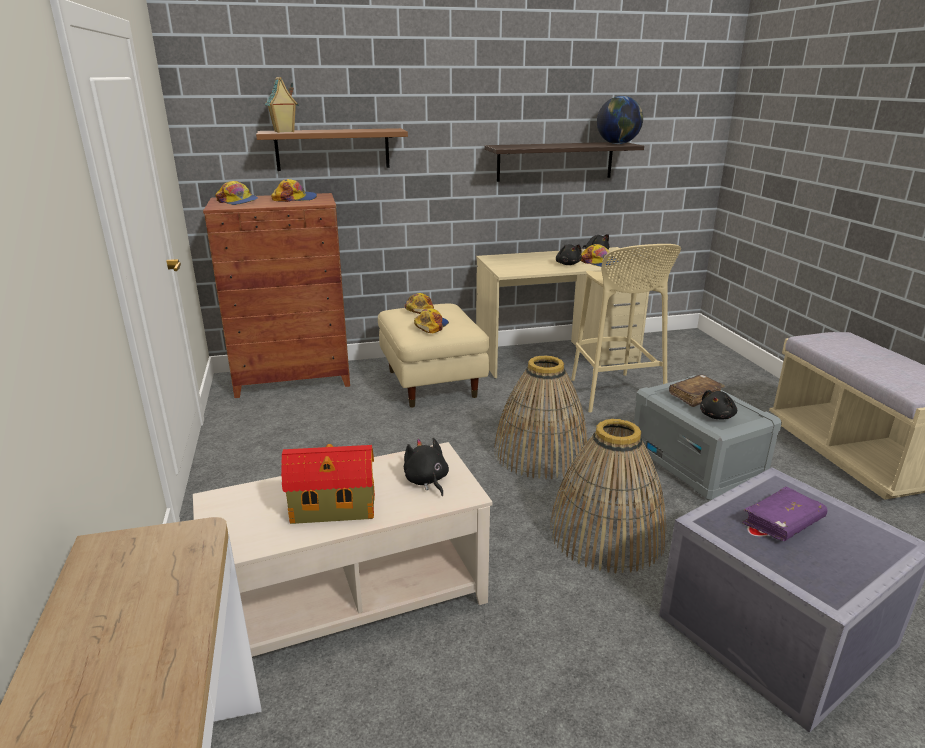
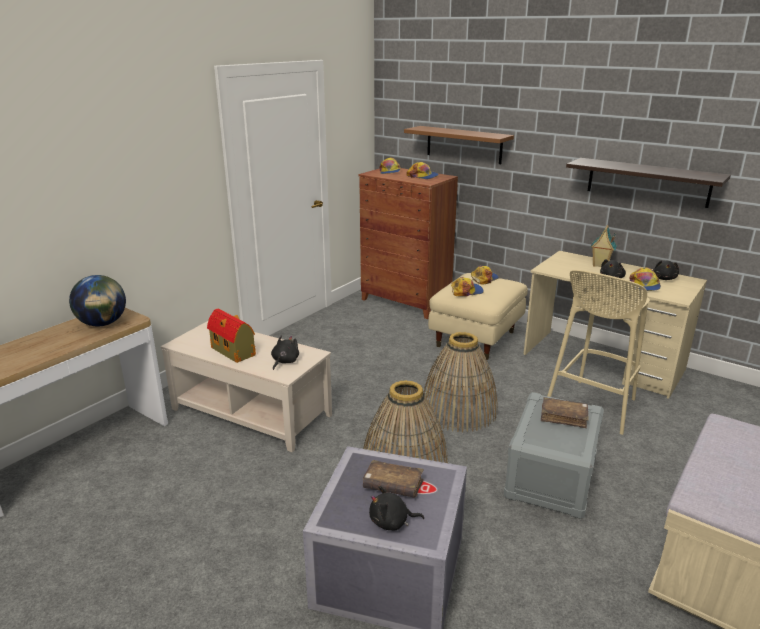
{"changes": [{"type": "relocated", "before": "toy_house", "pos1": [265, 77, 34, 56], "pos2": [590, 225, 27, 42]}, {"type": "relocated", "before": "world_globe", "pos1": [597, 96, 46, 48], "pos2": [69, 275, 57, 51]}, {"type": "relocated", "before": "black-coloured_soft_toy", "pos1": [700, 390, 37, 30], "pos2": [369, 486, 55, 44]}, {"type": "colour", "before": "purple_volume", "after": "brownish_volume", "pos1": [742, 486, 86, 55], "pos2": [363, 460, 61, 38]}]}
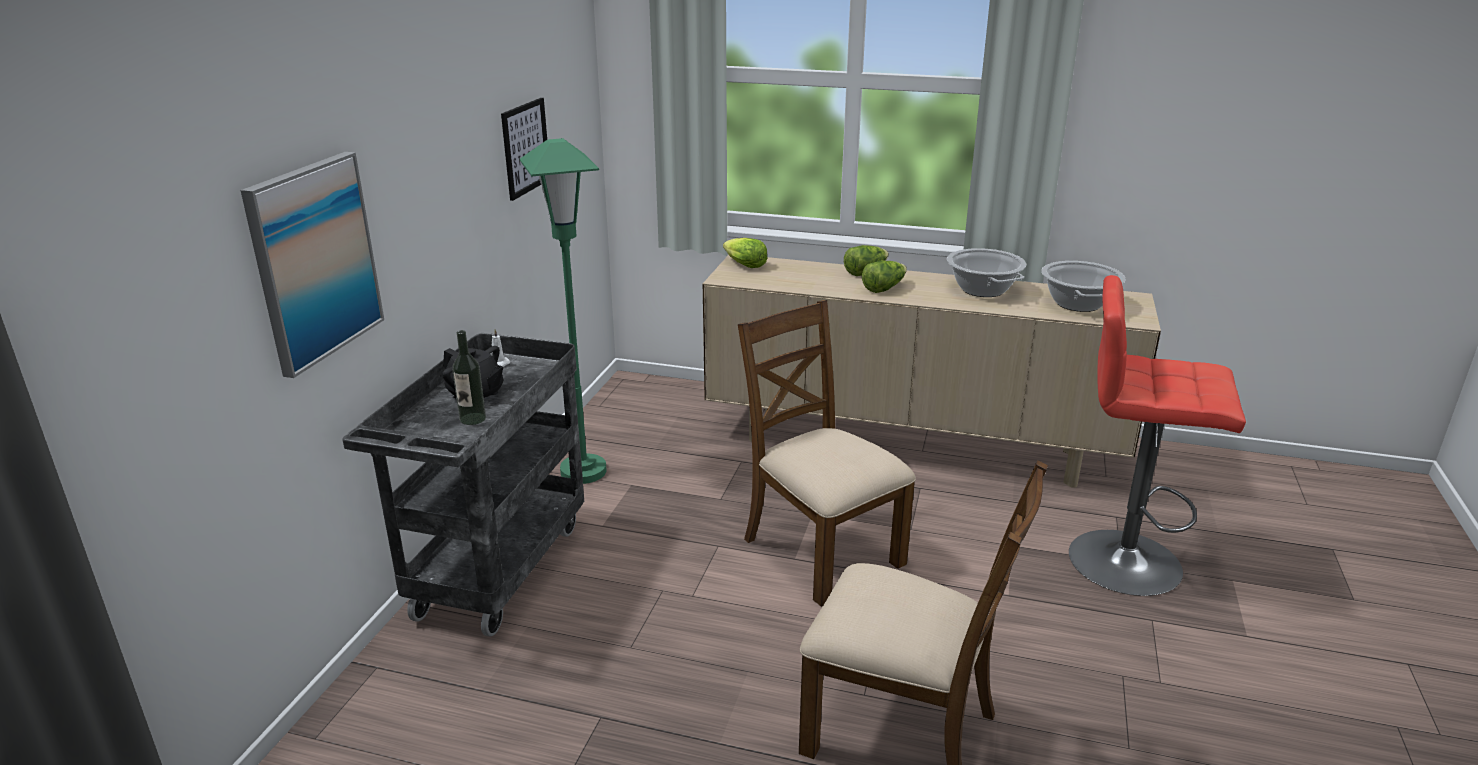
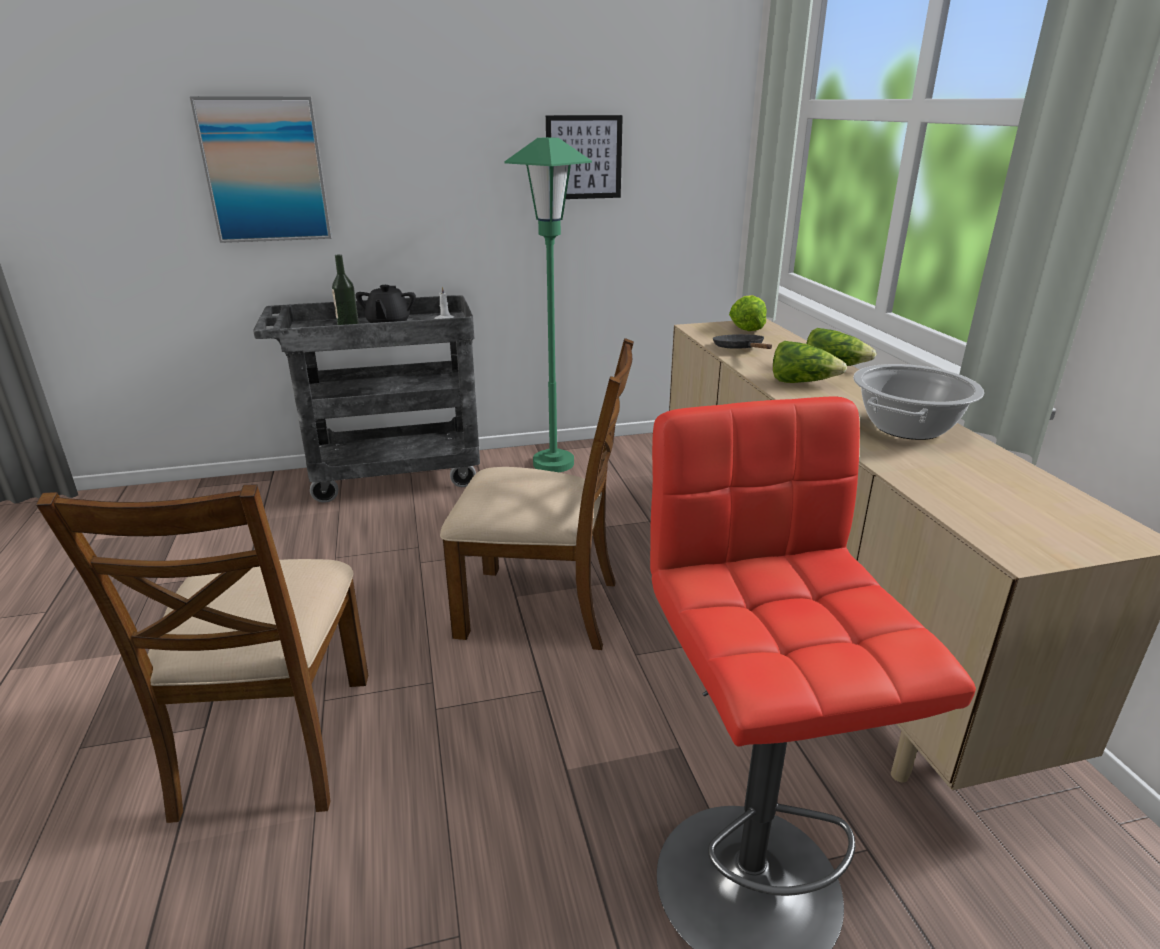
{"changes": [{"type": "missing", "before": "cooking_pot", "pos1": [1041, 261, 85, 51]}, {"type": "appeared", "after": "black-coloured_skillet", "pos2": [713, 334, 59, 15]}, {"type": "spun", "before": "brownish_chair", "pos1": [738, 300, 178, 307], "pos2": [440, 338, 194, 312], "turn": 75}]}
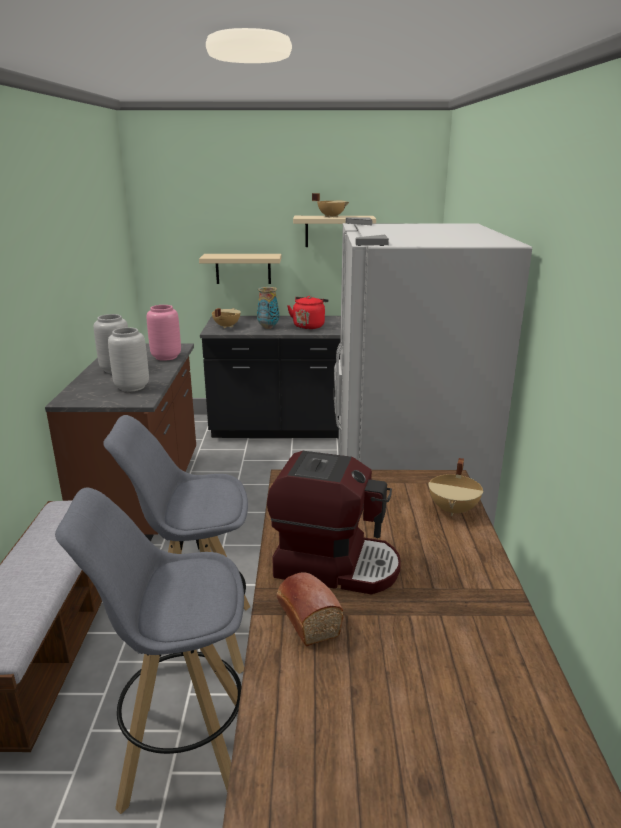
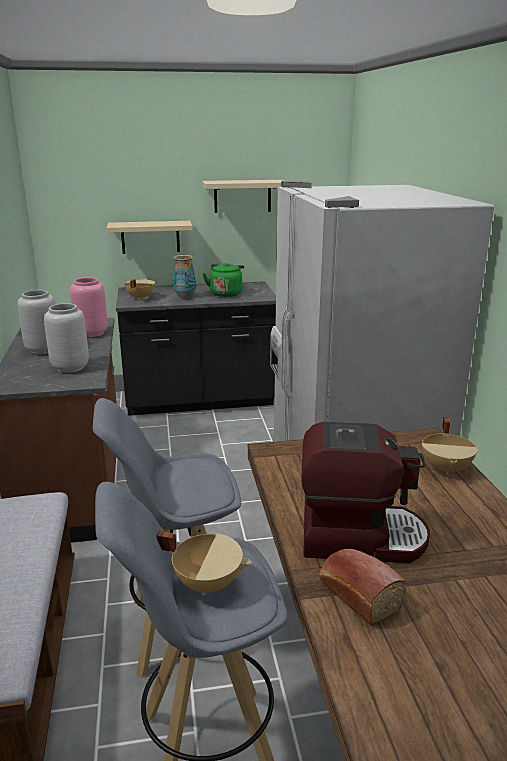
{"changes": [{"type": "relocated", "before": "beige-coloured_cooking_pot", "pos1": [312, 193, 37, 25], "pos2": [157, 531, 94, 65]}, {"type": "colour", "before": "red-coloured_tea_kettle", "after": "greenish_tea_kettle", "pos1": [287, 296, 42, 33], "pos2": [203, 263, 41, 34]}]}
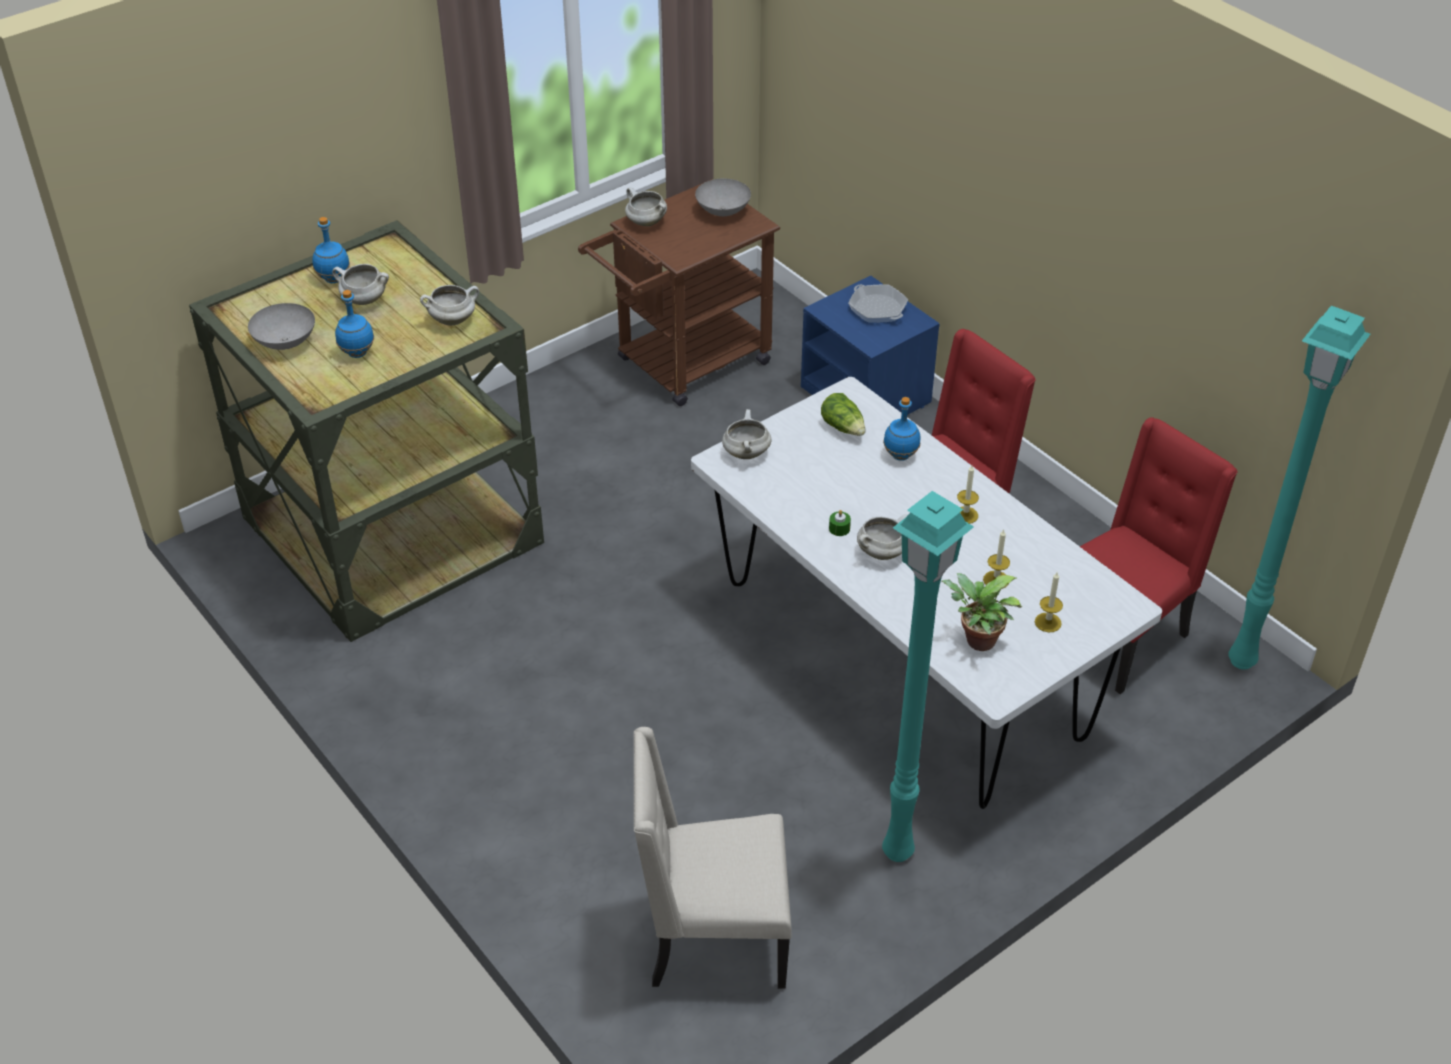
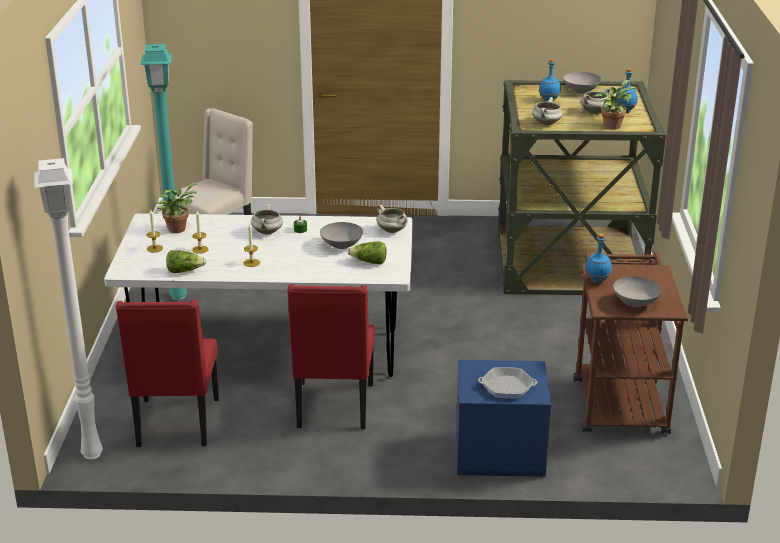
{"changes": [{"type": "missing", "before": "white_cooking_pot", "pos1": [625, 187, 42, 39]}, {"type": "appeared", "after": "head_of_lettuce", "pos2": [166, 250, 41, 23]}, {"type": "appeared", "after": "gray_deep_dish", "pos2": [320, 222, 43, 27]}, {"type": "appeared", "after": "houseplant", "pos2": [594, 80, 41, 50]}, {"type": "relocated", "before": "blue_bottle", "pos1": [883, 397, 38, 64], "pos2": [585, 234, 27, 50]}, {"type": "colour", "before": "blue-green_standard_lamp", "after": "white_standard_lamp", "pos1": [1228, 306, 142, 364], "pos2": [34, 158, 69, 302]}]}
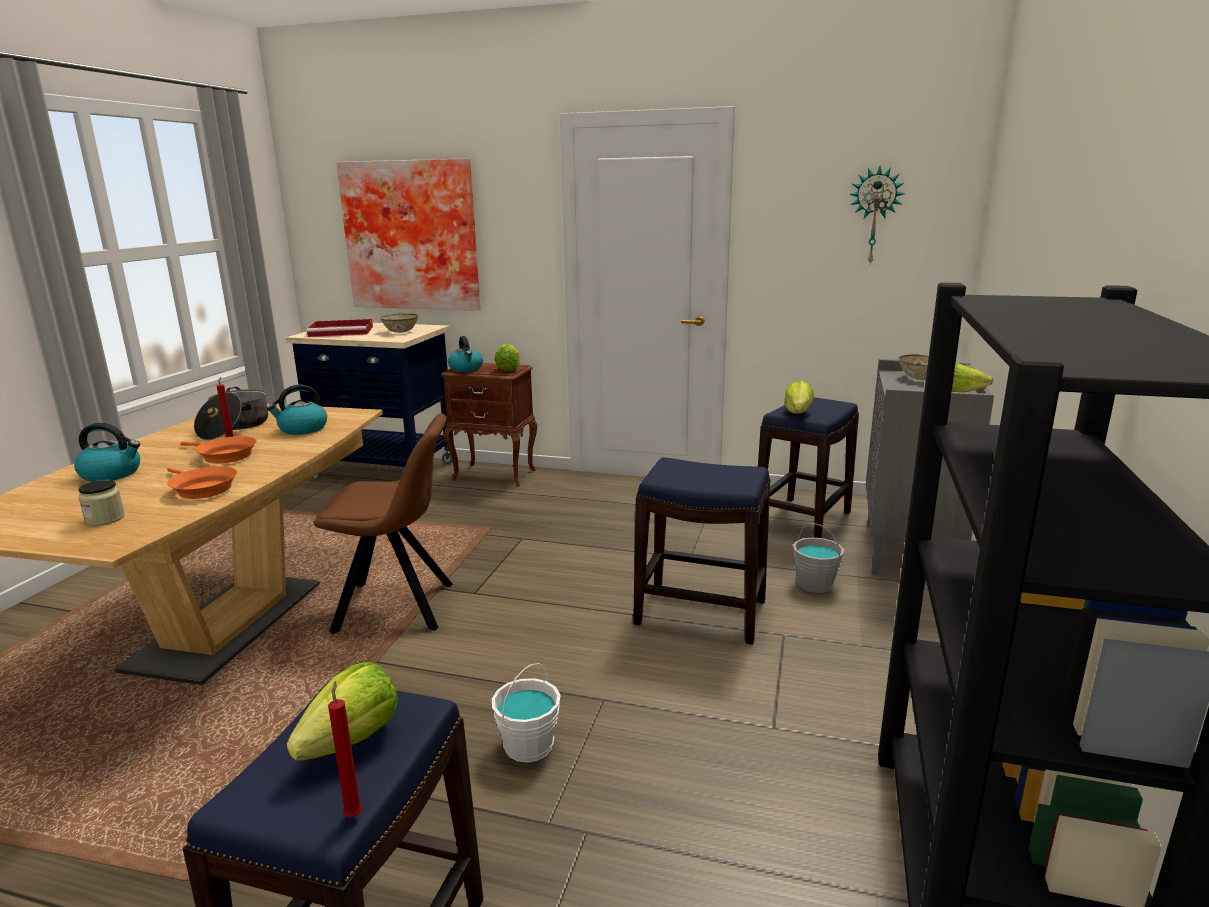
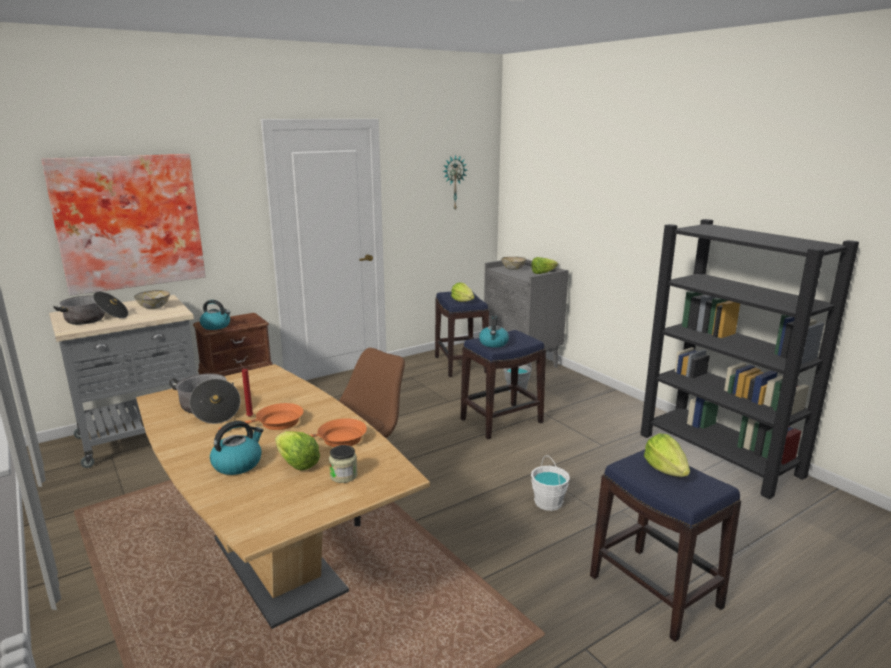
{"changes": [{"type": "missing", "before": "red-coloured_candle", "pos1": [328, 681, 35, 136]}, {"type": "relocated", "before": "tea_kettle", "pos1": [267, 384, 60, 51], "pos2": [479, 316, 30, 32]}, {"type": "relocated", "before": "head_of_lettuce", "pos1": [494, 344, 26, 27], "pos2": [275, 431, 45, 40]}, {"type": "exchanged", "before": "red-coloured_carrying_tray", "after": "cooking_pot", "pos1": [307, 319, 66, 18], "pos2": [53, 292, 75, 33]}, {"type": "colour", "before": "blue_cart", "after": "gray_cart", "pos1": [286, 323, 168, 157], "pos2": [49, 295, 148, 173]}]}
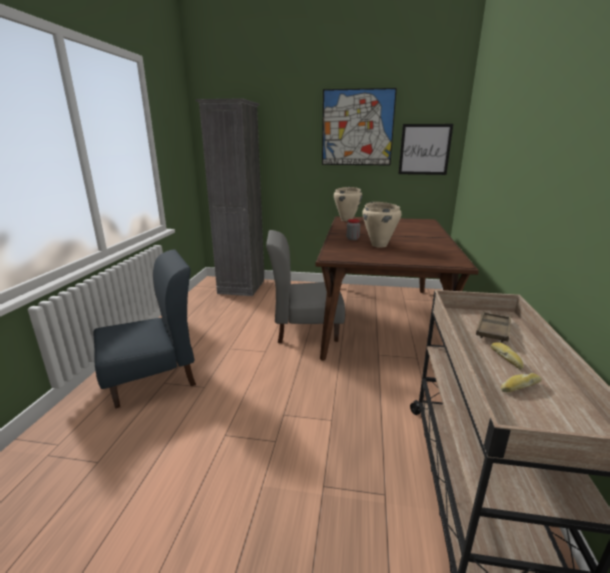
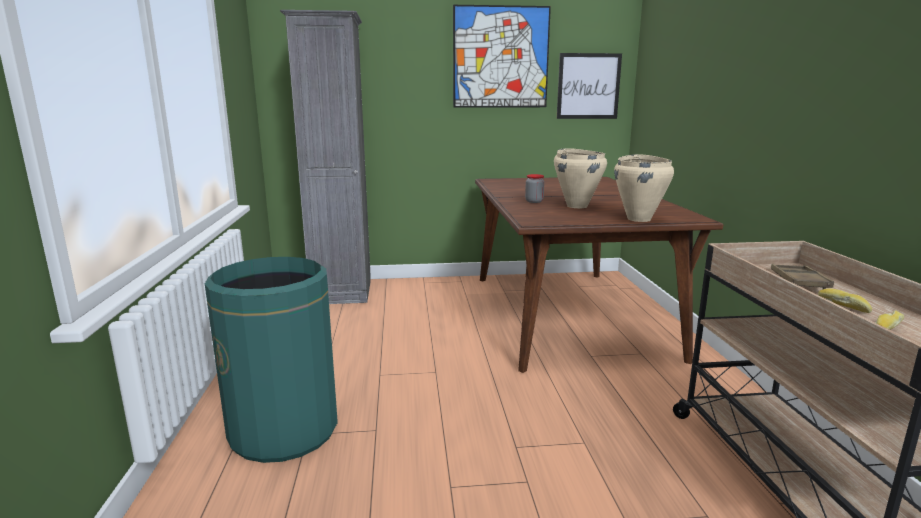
{"changes": [{"type": "missing", "before": "gray_chair", "pos1": [266, 230, 79, 113]}, {"type": "relocated", "before": "beige-coloured_cooking_pot", "pos1": [334, 187, 28, 34], "pos2": [614, 154, 60, 68]}, {"type": "exchanged", "before": "blue_chair", "after": "greenish_trash_can", "pos1": [94, 249, 102, 160], "pos2": [205, 257, 133, 206]}]}
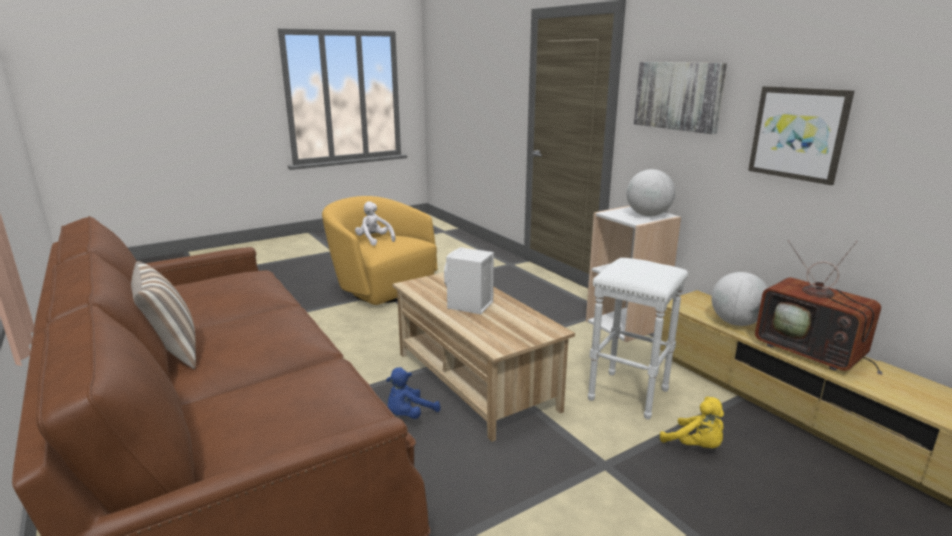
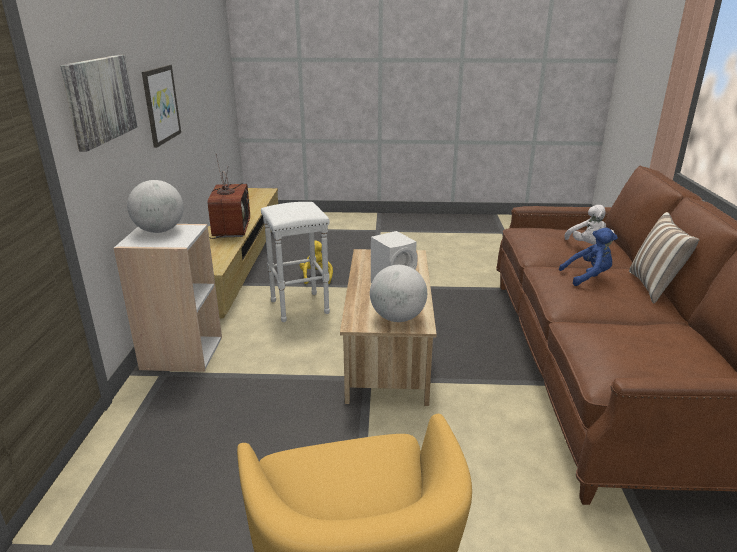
{"changes": [{"type": "relocated", "before": "white_soft_toy", "pos1": [355, 201, 41, 45], "pos2": [564, 205, 51, 39]}, {"type": "relocated", "before": "blue_soft_toy", "pos1": [386, 367, 55, 52], "pos2": [559, 228, 59, 58]}, {"type": "relocated", "before": "world_globe", "pos1": [711, 272, 57, 54], "pos2": [370, 265, 57, 57]}]}
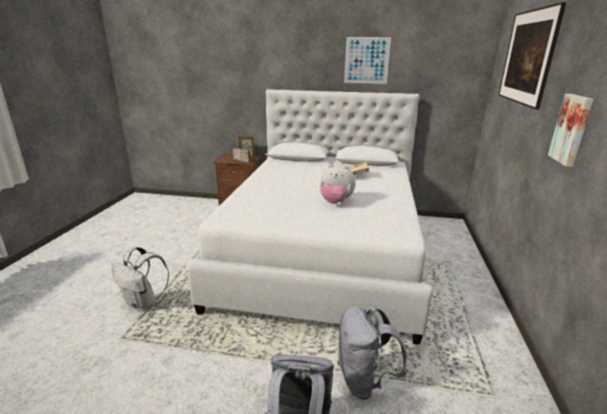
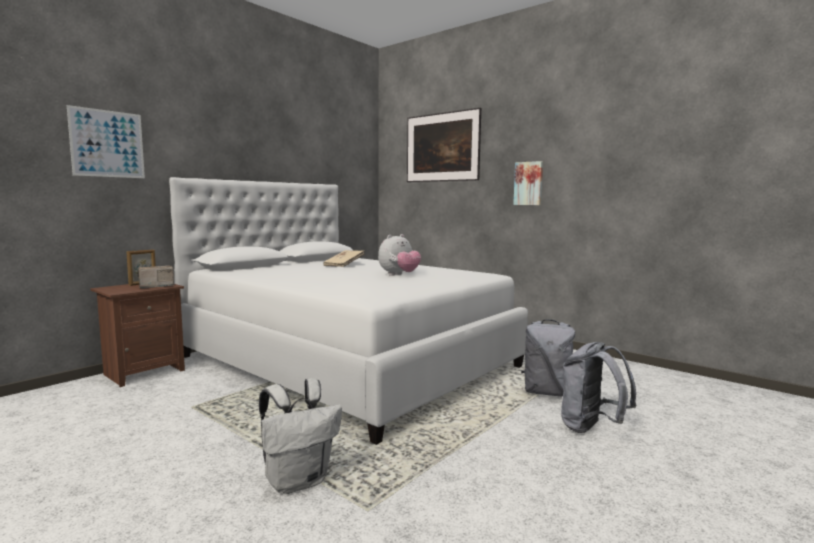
{"changes": [{"type": "relocated", "before": "wall_art", "pos1": [344, 37, 47, 47], "pos2": [67, 105, 78, 73]}]}
